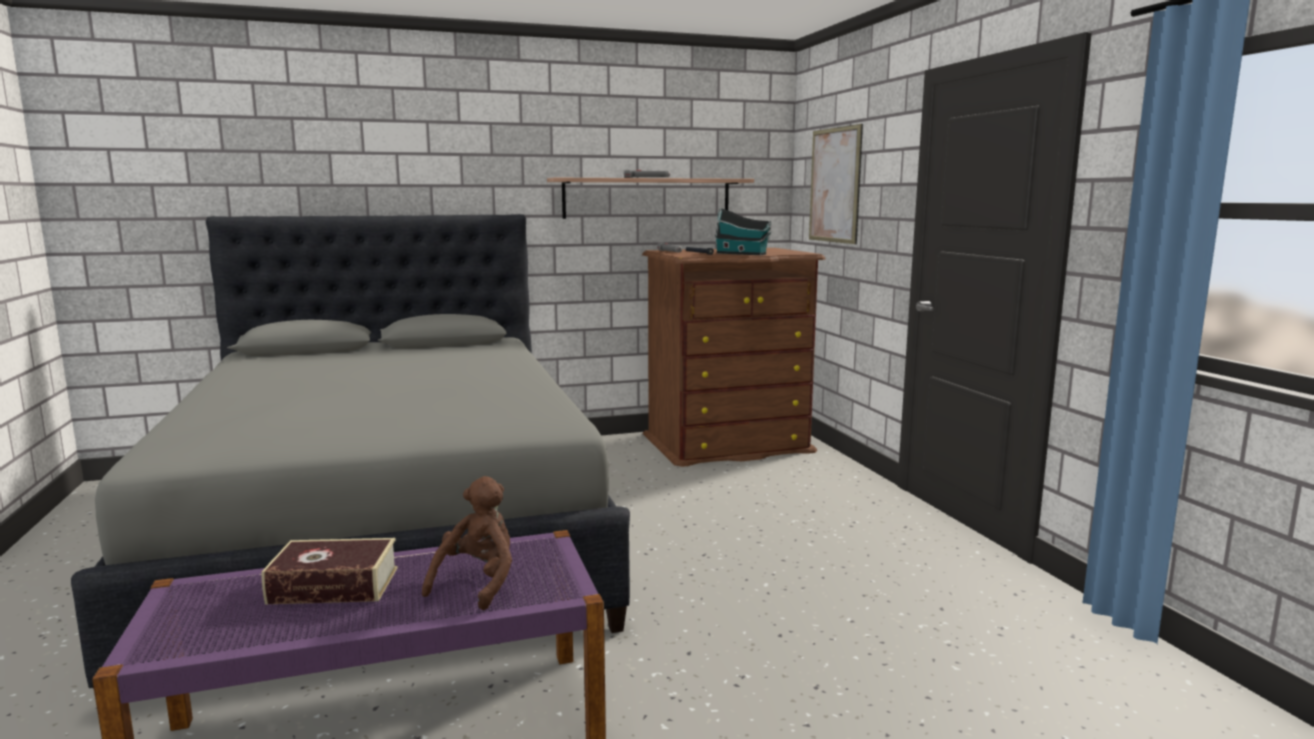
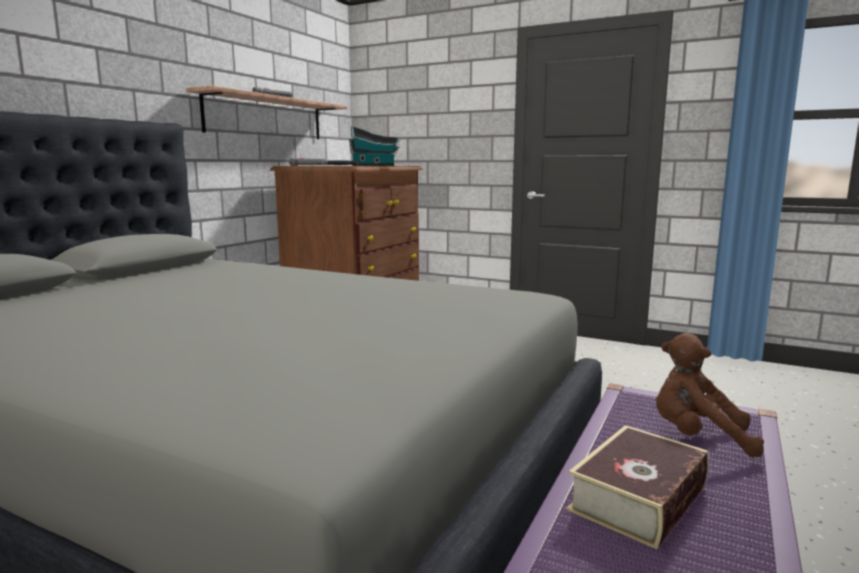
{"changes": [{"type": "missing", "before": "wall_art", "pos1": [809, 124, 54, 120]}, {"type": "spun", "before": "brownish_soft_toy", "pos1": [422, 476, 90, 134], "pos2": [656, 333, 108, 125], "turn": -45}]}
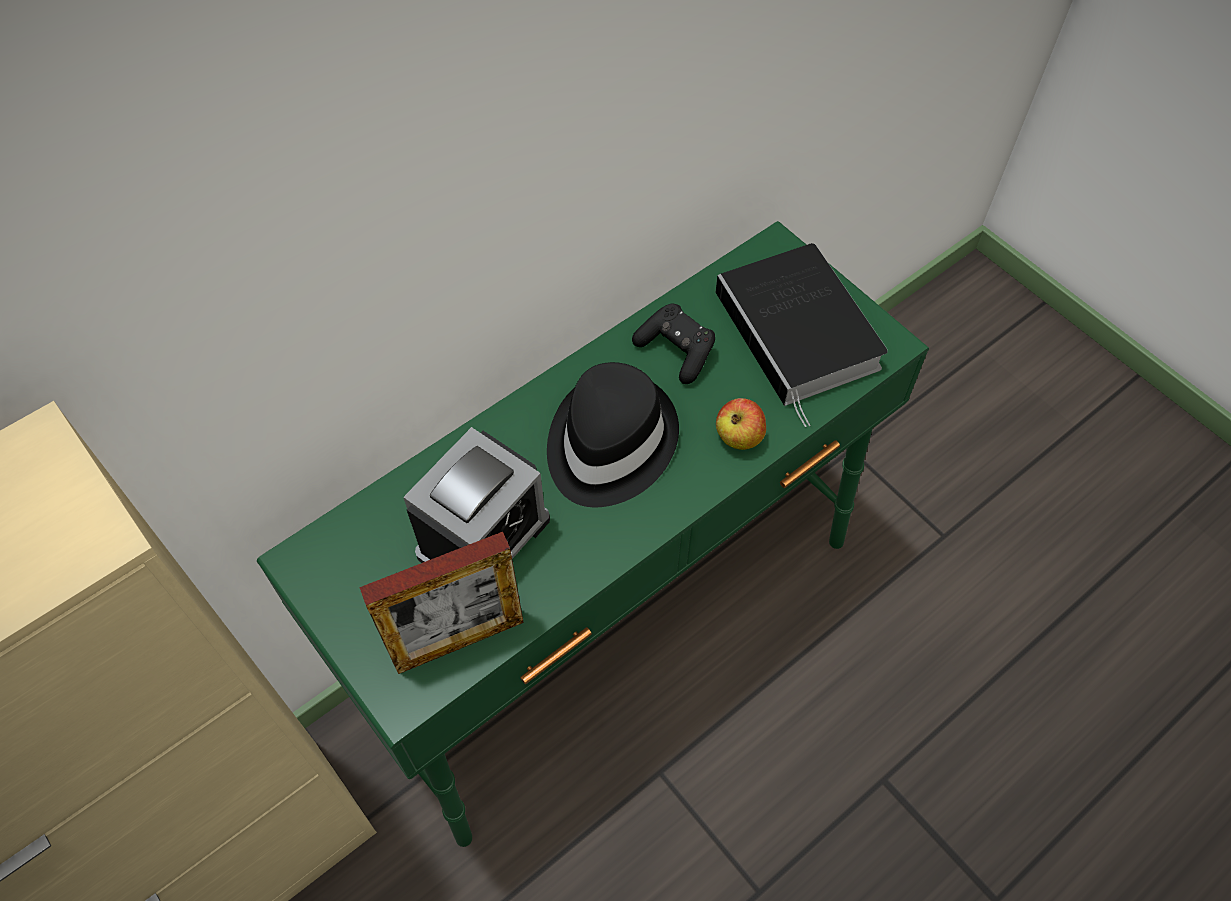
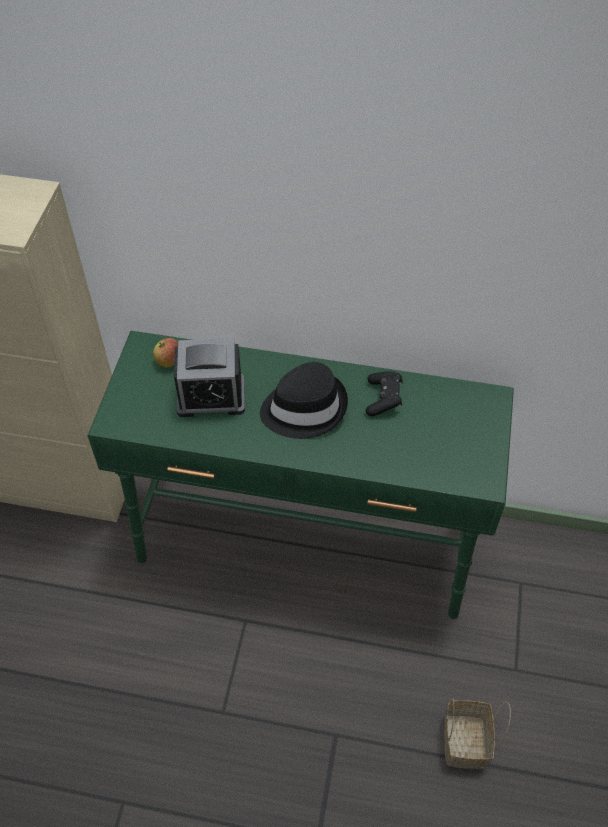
{"changes": [{"type": "missing", "before": "photo_frame", "pos1": [359, 532, 165, 142]}, {"type": "missing", "before": "volume", "pos1": [715, 243, 173, 184]}, {"type": "appeared", "after": "household_basket", "pos2": [444, 698, 67, 71]}, {"type": "relocated", "before": "apple_fruit", "pos1": [716, 398, 50, 52], "pos2": [153, 338, 25, 30]}]}
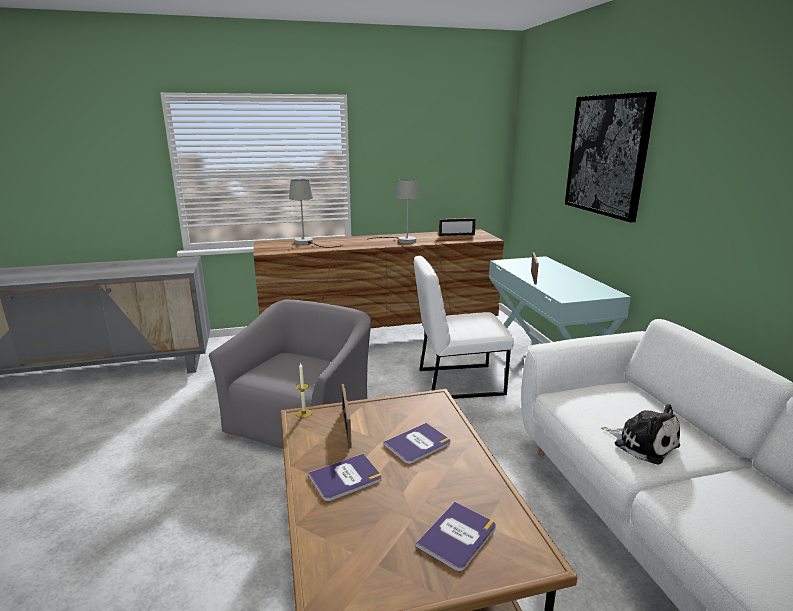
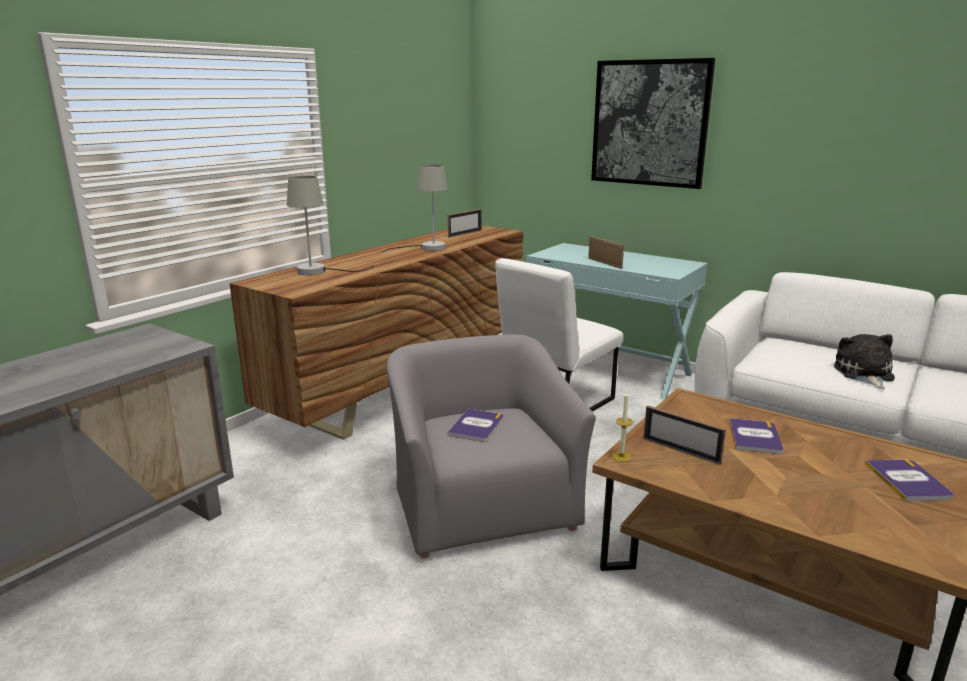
{"changes": [{"type": "relocated", "before": "volume", "pos1": [308, 454, 74, 47], "pos2": [447, 409, 56, 33]}, {"type": "spun", "before": "soft_toy", "pos1": [601, 404, 79, 61], "pos2": [834, 334, 61, 55], "turn": -90}]}
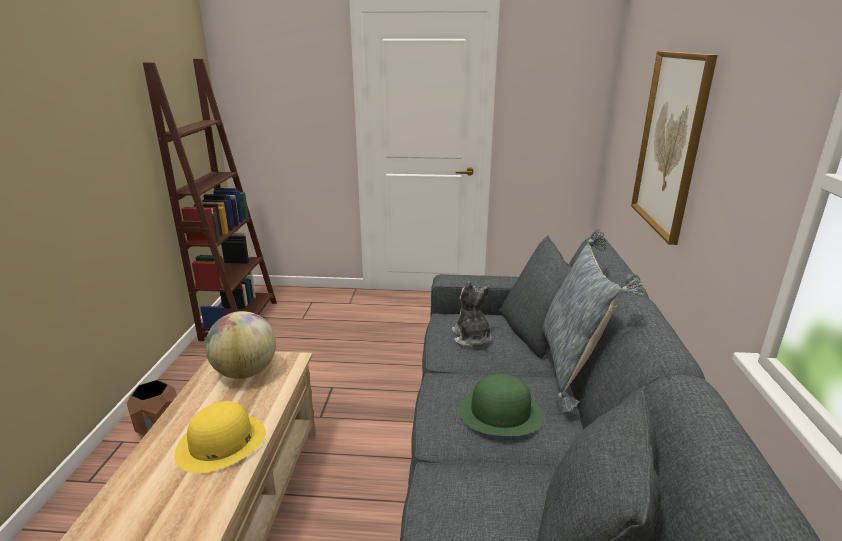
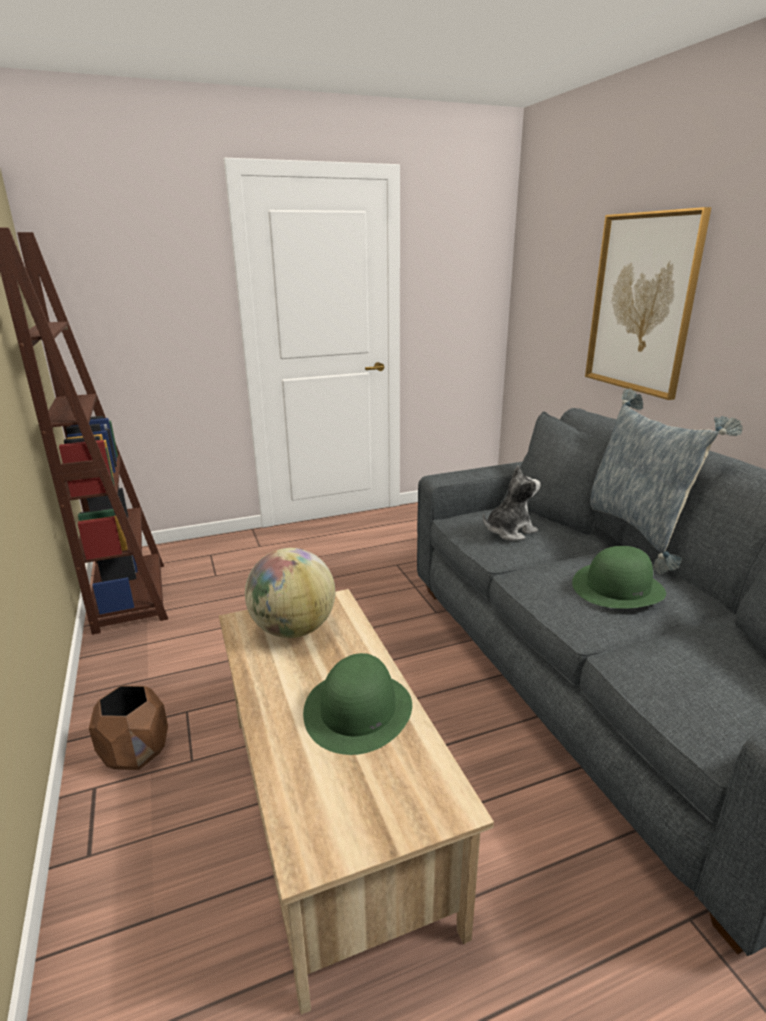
{"changes": [{"type": "colour", "before": "yellow-coloured_wearable_hat", "after": "greenish_wearable_hat", "pos1": [175, 401, 91, 72], "pos2": [303, 653, 109, 102]}, {"type": "spun", "before": "soft_toy", "pos1": [452, 281, 40, 66], "pos2": [483, 465, 58, 76], "turn": 105}]}
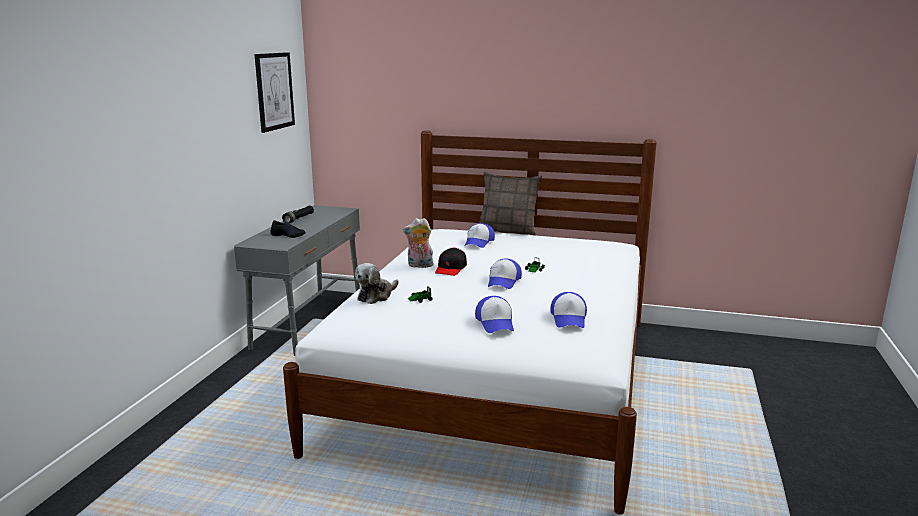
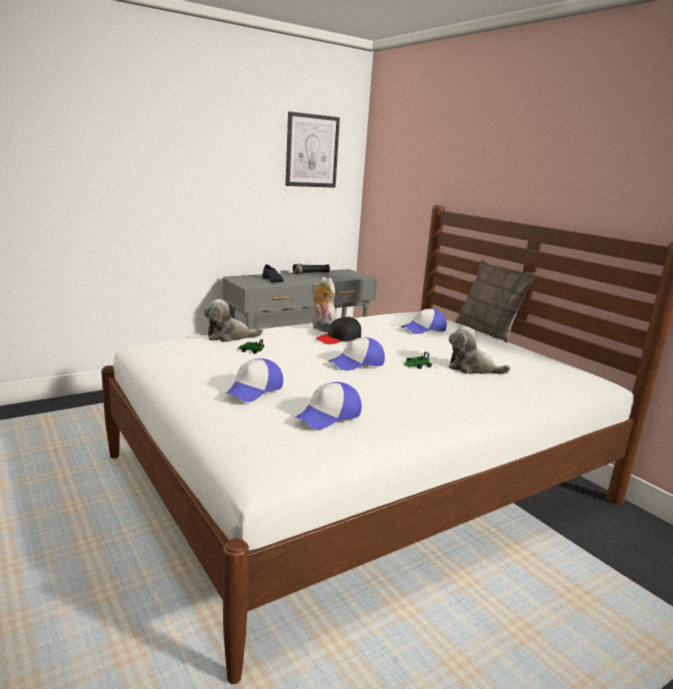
{"changes": [{"type": "appeared", "after": "soft_toy", "pos2": [448, 326, 62, 48]}]}
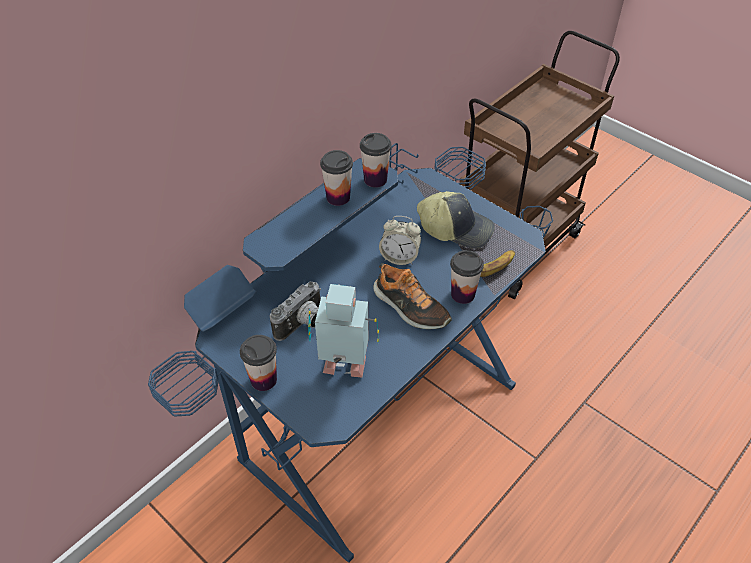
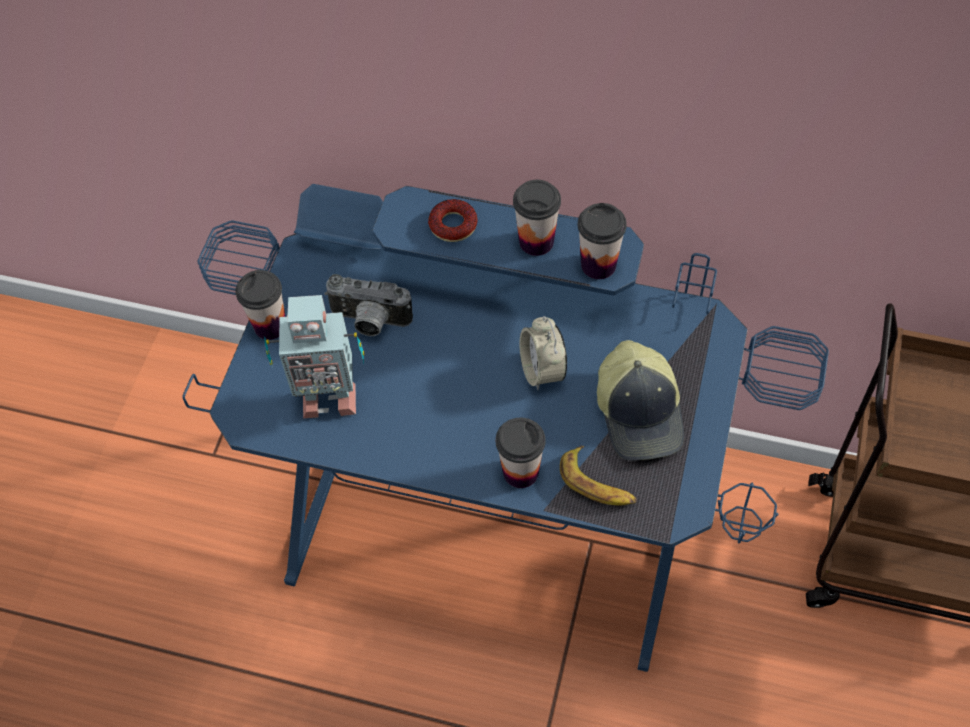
{"changes": [{"type": "missing", "before": "shoe", "pos1": [374, 263, 78, 66]}, {"type": "appeared", "after": "ring_doughnut", "pos2": [428, 199, 49, 43]}, {"type": "spun", "before": "toy_robot", "pos1": [308, 284, 71, 93], "pos2": [264, 295, 100, 123], "turn": 105}]}
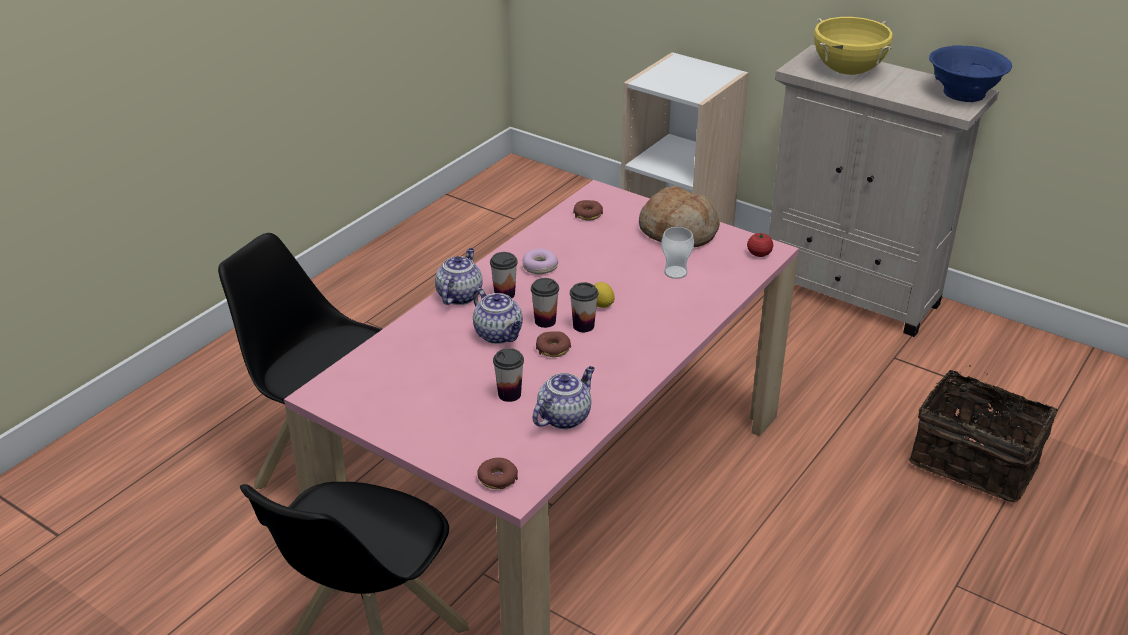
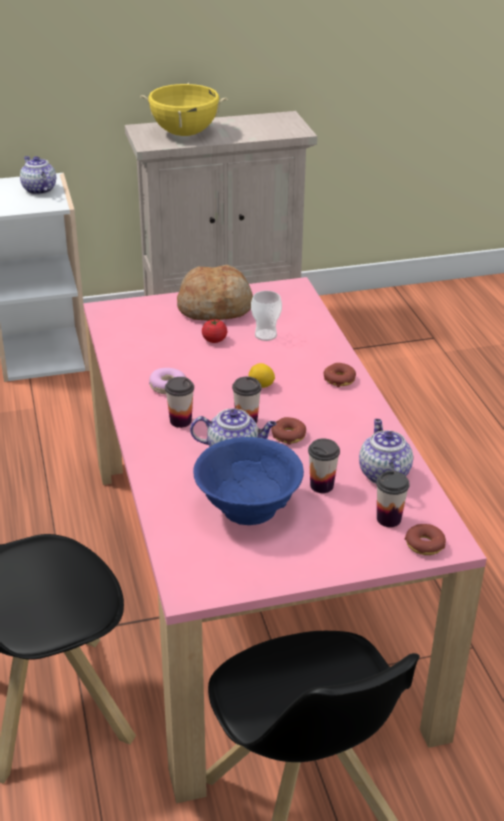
{"changes": [{"type": "missing", "before": "household_basket", "pos1": [909, 365, 149, 137]}, {"type": "relocated", "before": "pot_for_tea", "pos1": [435, 248, 48, 57], "pos2": [20, 156, 36, 39]}, {"type": "relocated", "before": "cup", "pos1": [570, 282, 28, 50], "pos2": [376, 471, 34, 56]}, {"type": "relocated", "before": "ring_doughnut", "pos1": [573, 200, 30, 21], "pos2": [324, 363, 32, 24]}, {"type": "relocated", "before": "tomato", "pos1": [747, 233, 26, 24], "pos2": [202, 319, 25, 24]}, {"type": "relocated", "before": "blue_deep_dish", "pos1": [929, 45, 83, 57], "pos2": [193, 437, 111, 88]}]}
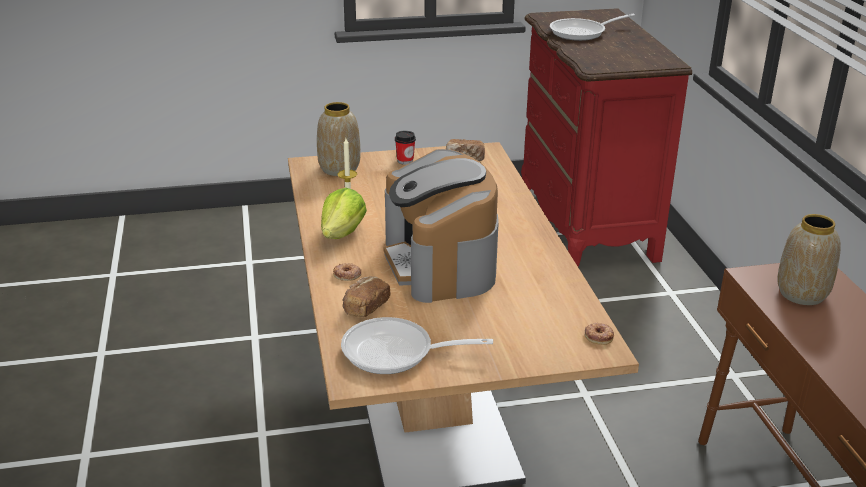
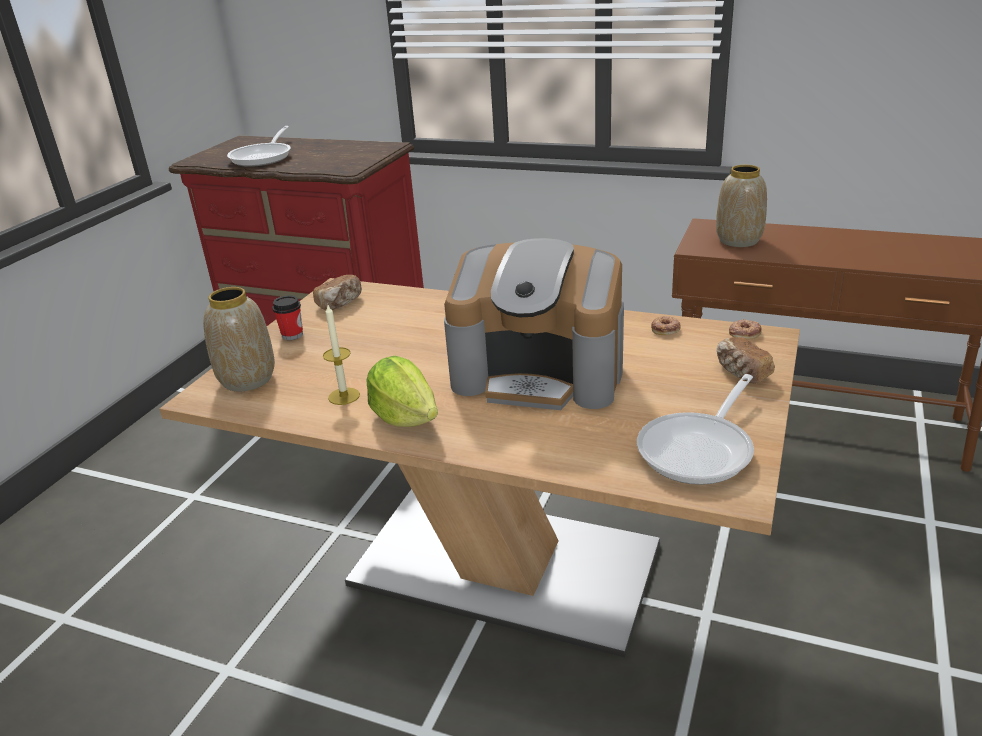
{"changes": [{"type": "relocated", "before": "ring_doughnut", "pos1": [333, 263, 28, 18], "pos2": [651, 316, 29, 19]}, {"type": "relocated", "before": "bakery_bread", "pos1": [342, 276, 49, 41], "pos2": [717, 337, 58, 47]}]}
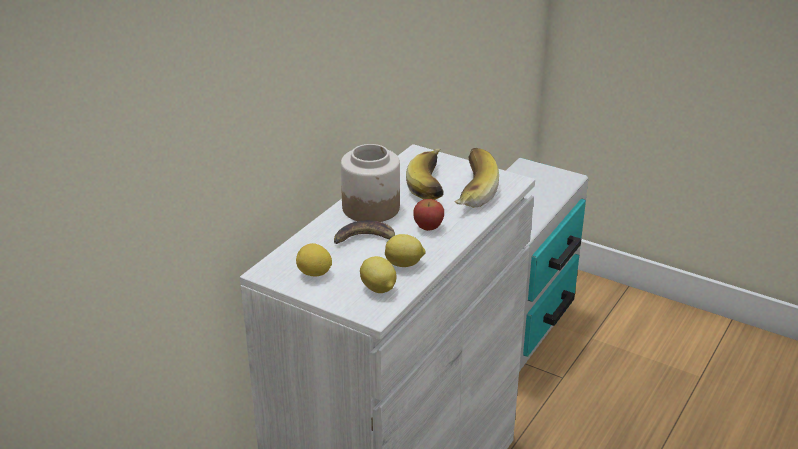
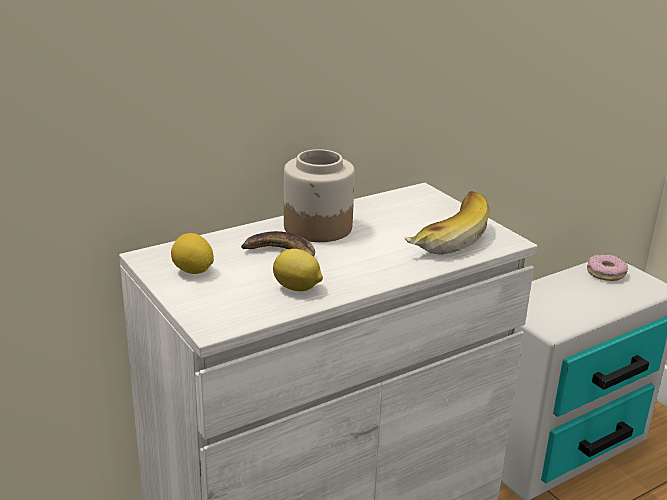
{"changes": [{"type": "missing", "before": "citrus_fruit", "pos1": [360, 256, 36, 37]}, {"type": "missing", "before": "banana_fruit", "pos1": [406, 149, 38, 51]}, {"type": "missing", "before": "apple_fruit", "pos1": [413, 199, 31, 32]}, {"type": "appeared", "after": "ring_doughnut", "pos2": [587, 254, 41, 27]}]}
